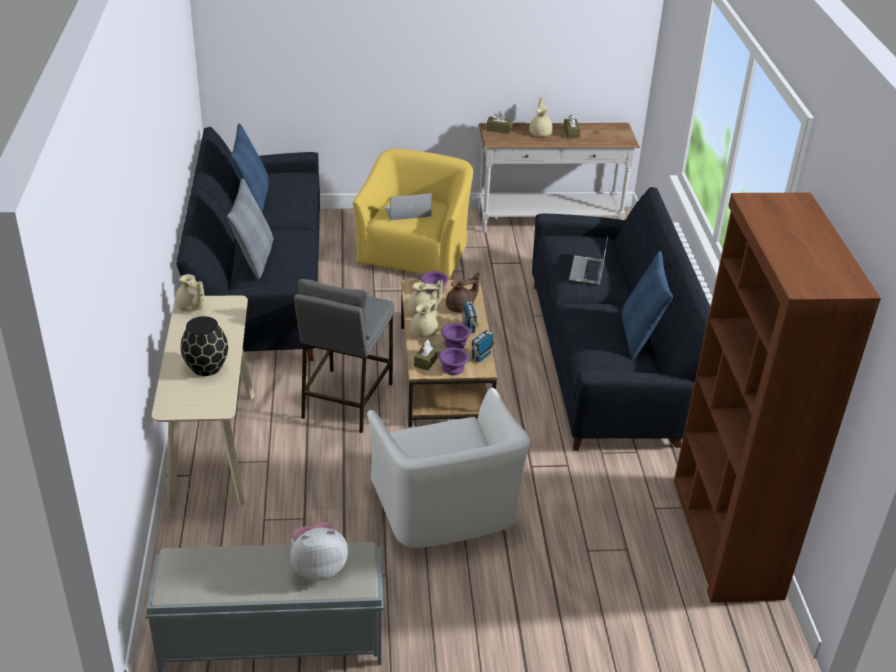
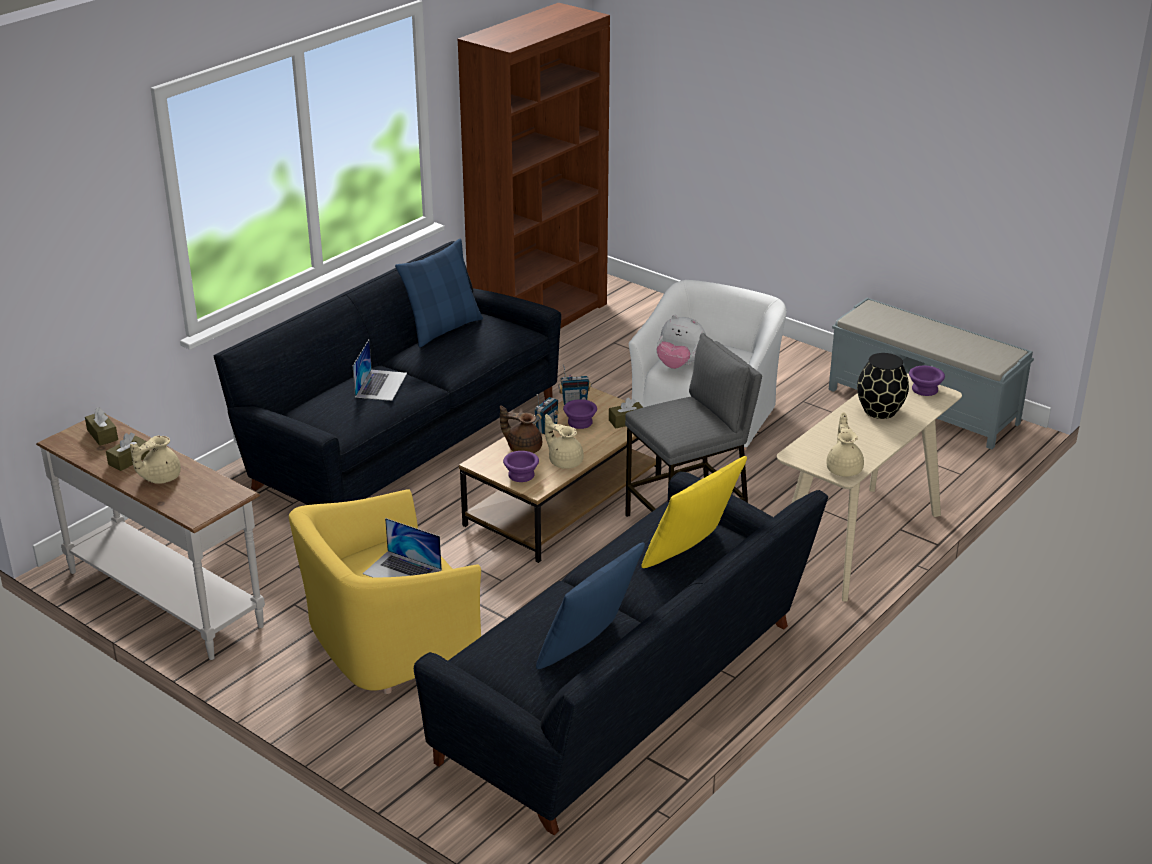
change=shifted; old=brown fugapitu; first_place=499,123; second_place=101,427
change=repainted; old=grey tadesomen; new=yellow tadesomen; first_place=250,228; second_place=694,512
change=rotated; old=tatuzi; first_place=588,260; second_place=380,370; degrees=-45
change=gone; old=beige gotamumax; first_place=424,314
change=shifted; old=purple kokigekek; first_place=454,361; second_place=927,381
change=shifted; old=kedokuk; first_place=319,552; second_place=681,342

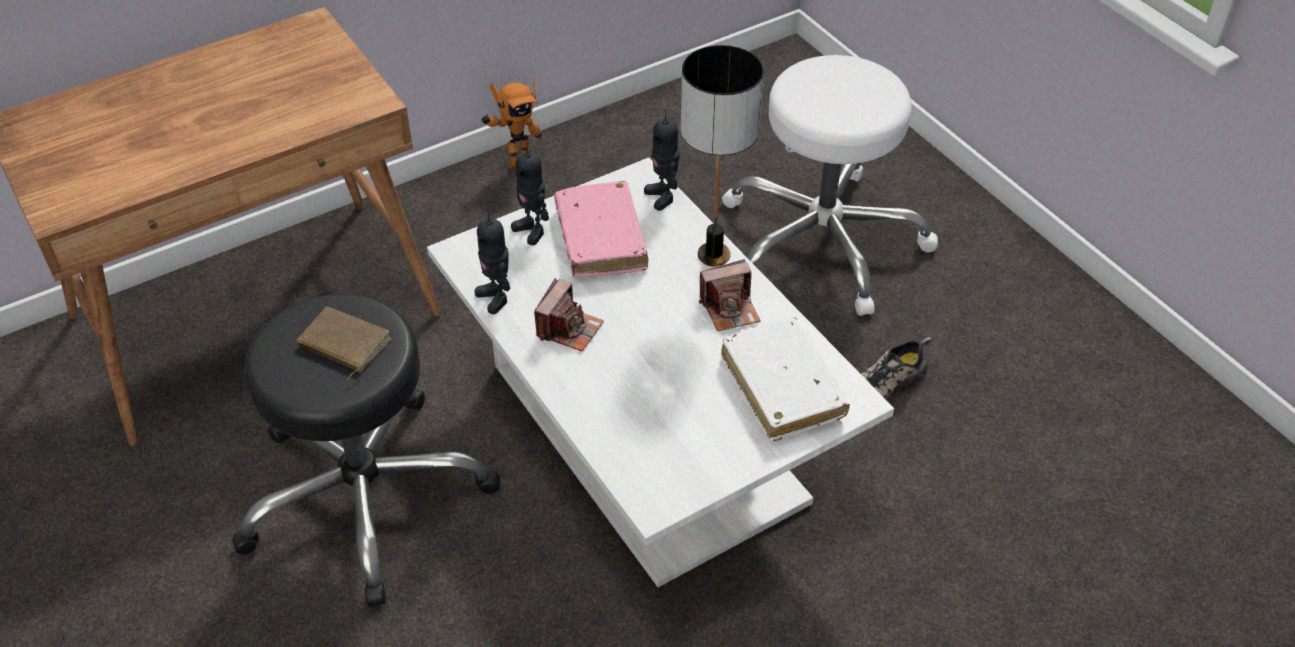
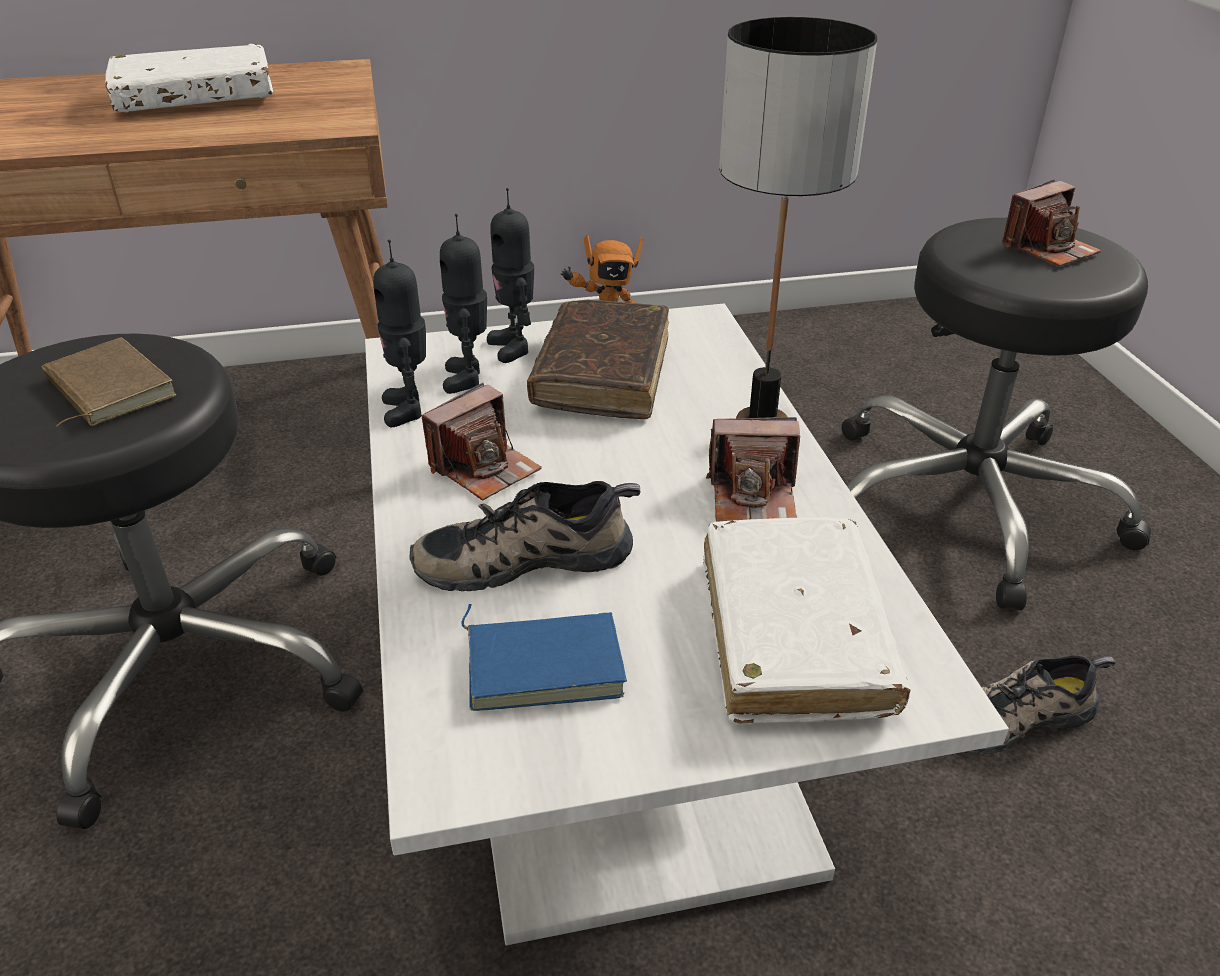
change=repainted; old=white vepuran; new=black vepuran; first_place=830,185; second_place=996,414
change=shifted; old=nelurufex; first_place=662,160; second_place=463,304
change=repainted; old=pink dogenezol; new=brown dogenezol; first_place=601,229; second_place=598,359
change=new; new=white dogenezol; second_place=189,78
change=new; new=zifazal; second_place=1051,222
change=new; new=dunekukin; second_place=524,536
change=new; new=blue dogenezol; second_place=544,657

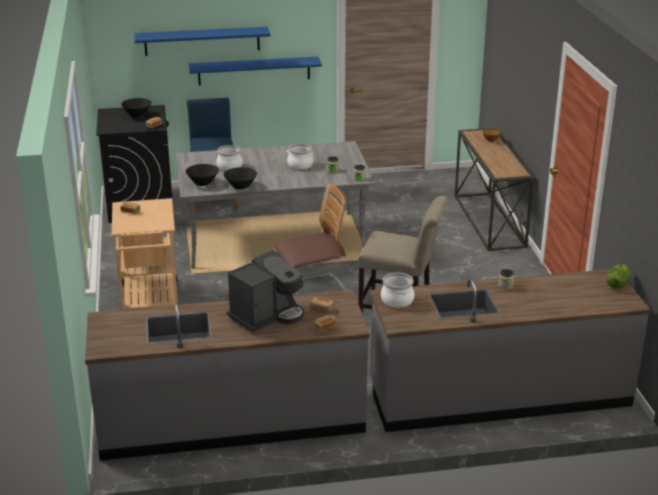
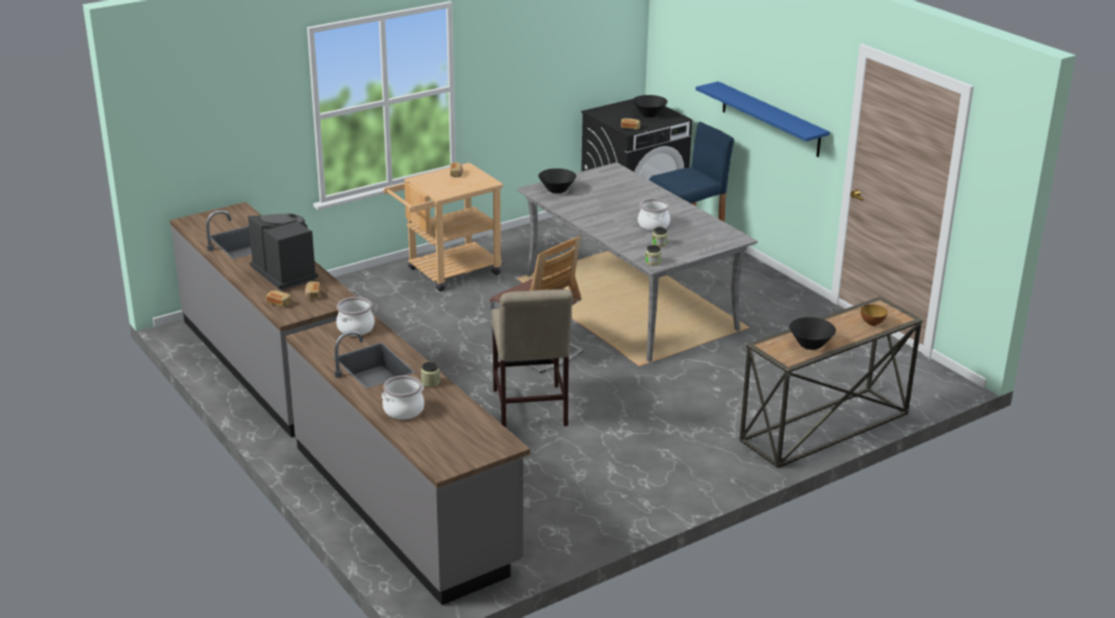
change=gone; old=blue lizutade; first_place=202,41
change=shifted; old=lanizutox; first_place=229,158; second_place=403,398
change=shifted; old=black kokigekek; first_place=240,178; second_place=812,333
change=rotated; old=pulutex; first_place=265,291; second_place=283,252; degrees=-150
change=gone; old=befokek; first_place=618,276

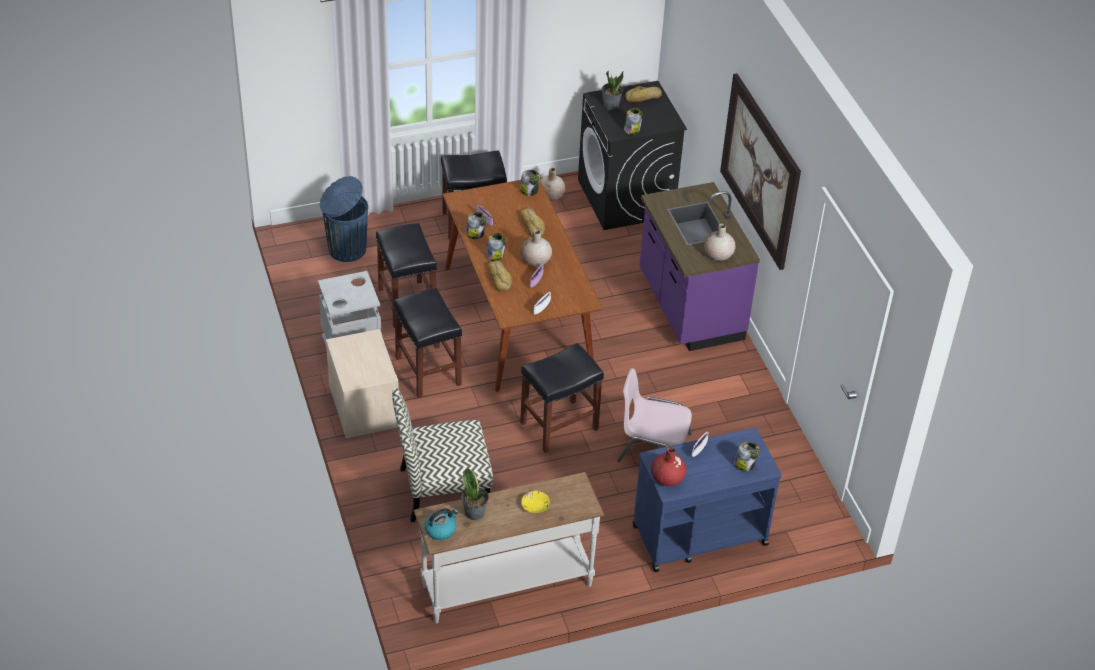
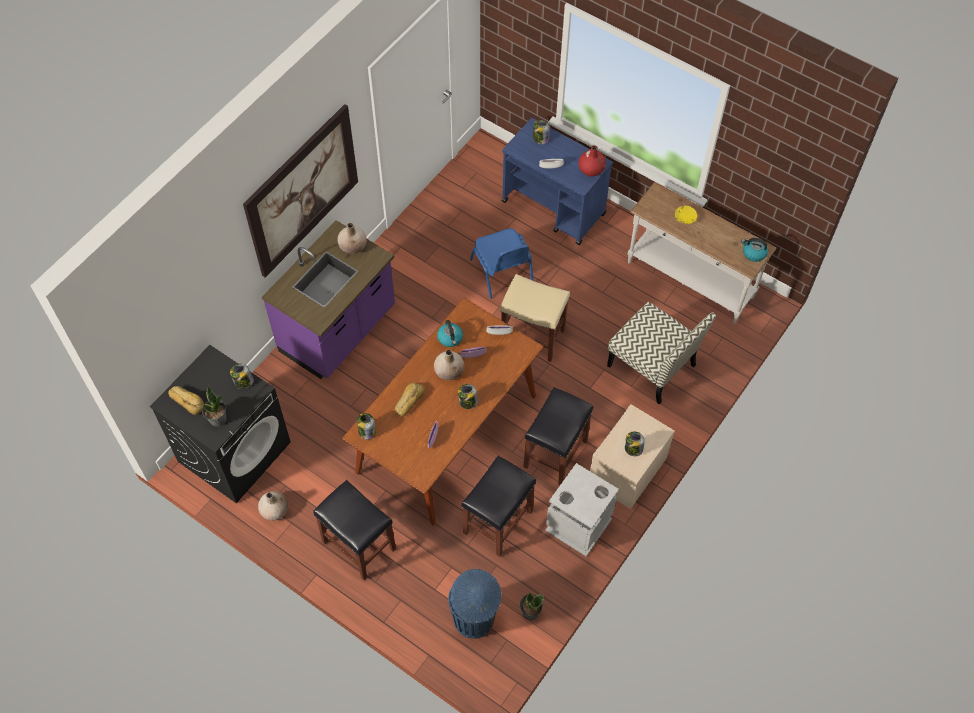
change=shifted; old=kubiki; first_place=476,225; second_place=635,443
change=gone; old=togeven; first_place=500,276
change=repainted; old=black vepuran; new=beige vepuran; first_place=562,398; second_place=535,318
change=repainted; old=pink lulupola; new=blue lulupola; first_place=654,415; second_place=501,263
change=shifted; old=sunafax; first_place=475,494; second_place=532,606
change=new; new=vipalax; second_place=450,333

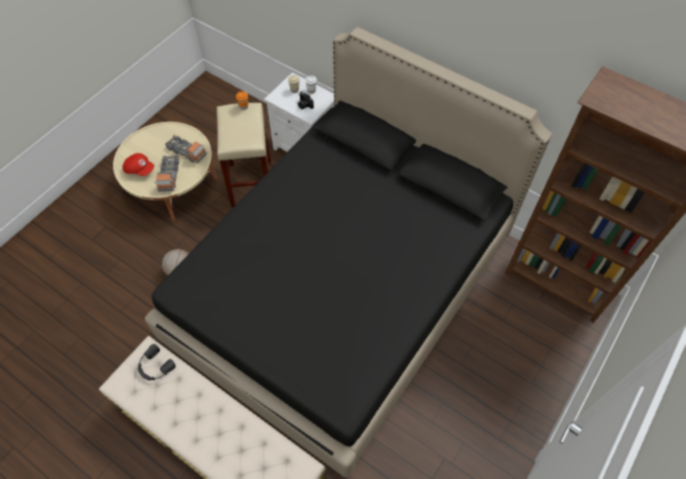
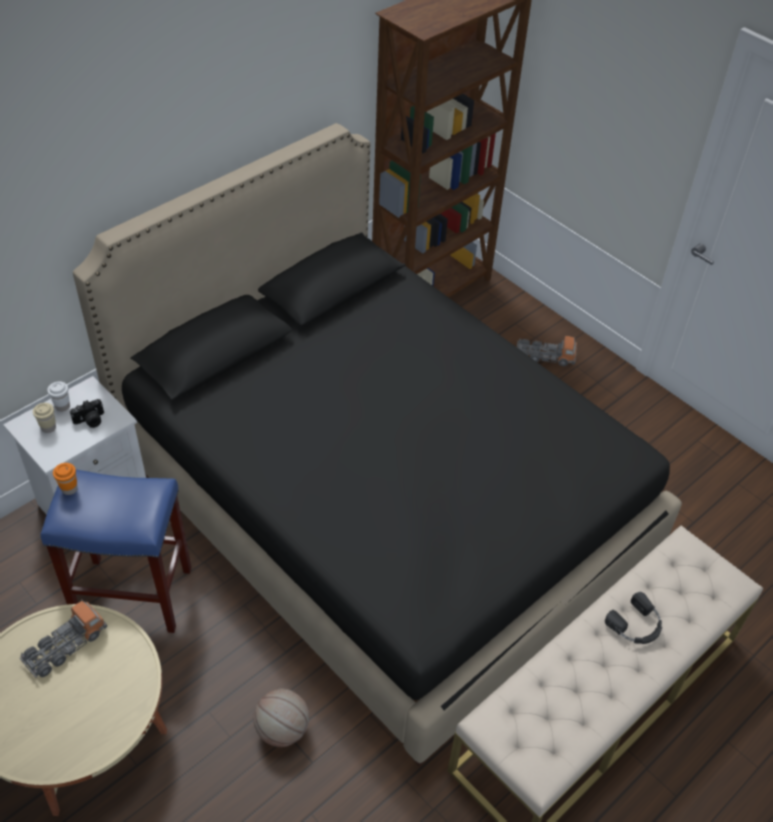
change=repainted; old=beige vepuran; new=blue vepuran; first_place=244,155; second_place=115,551
change=gone; old=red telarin; first_place=138,164
change=shifted; old=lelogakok; first_place=167,173; second_place=547,351
change=shifted; old=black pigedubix; first_place=157,362; second_place=633,618

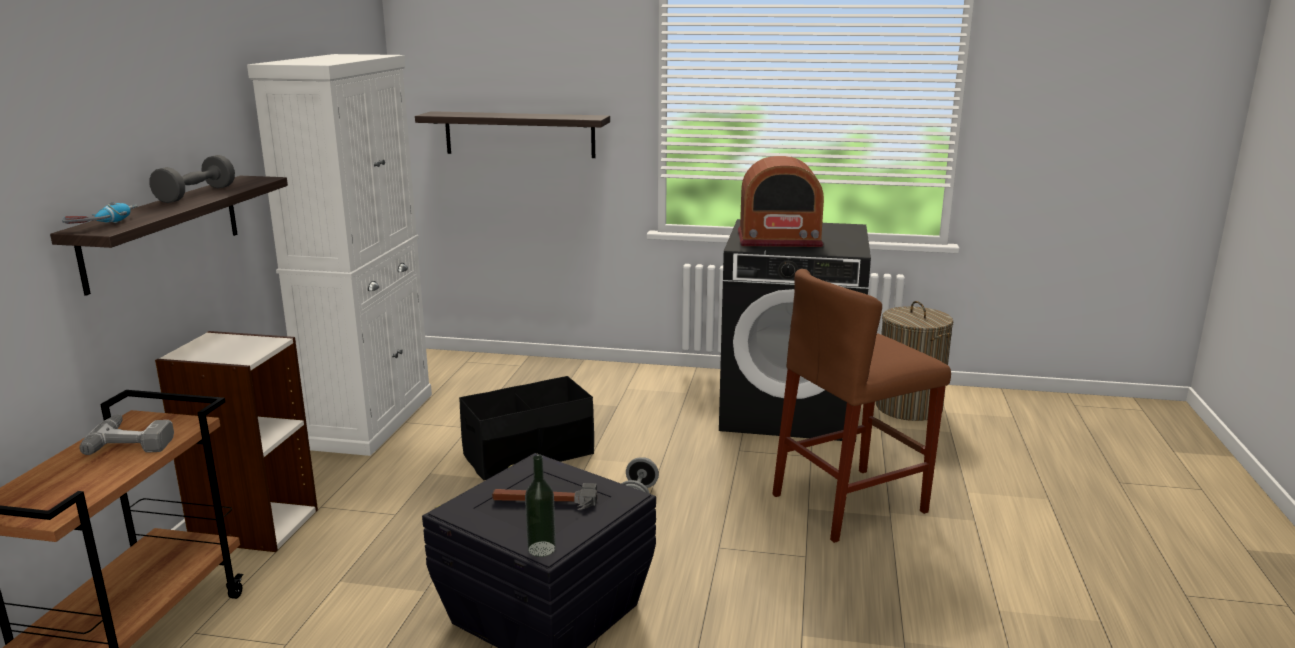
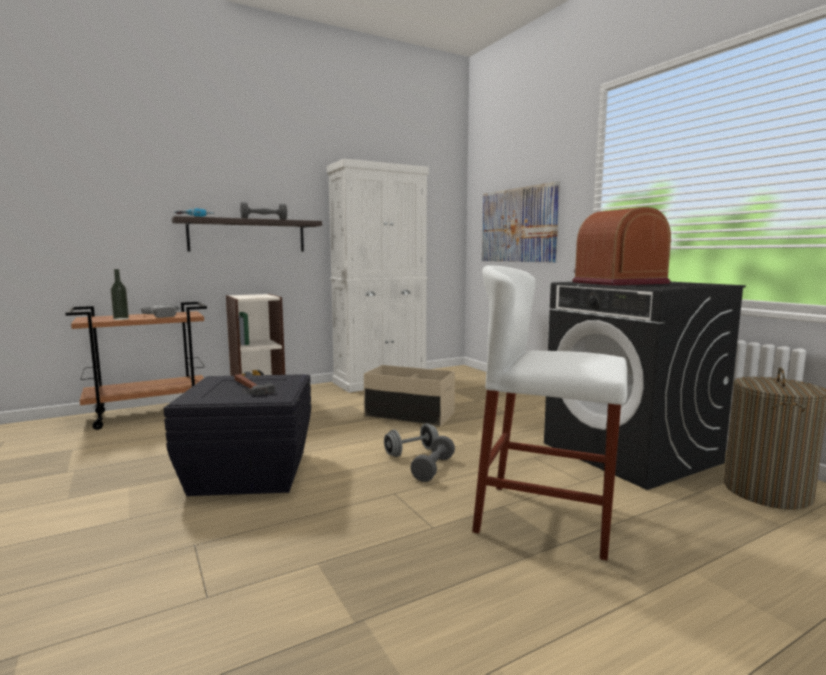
change=swapped; old=lizutade; new=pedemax; first_place=512,134; second_place=521,221
change=rotated; old=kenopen; first_place=781,201; second_place=621,246; degrees=105
change=repainted; old=brown vepuran; new=white vepuran; first_place=861,406; second_place=549,413
change=repainted; old=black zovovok; new=beige zovovok; first_place=526,428; second_place=409,395
change=shifted; old=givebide; first_place=540,506; second_place=120,294
change=new; new=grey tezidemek; second_place=432,459

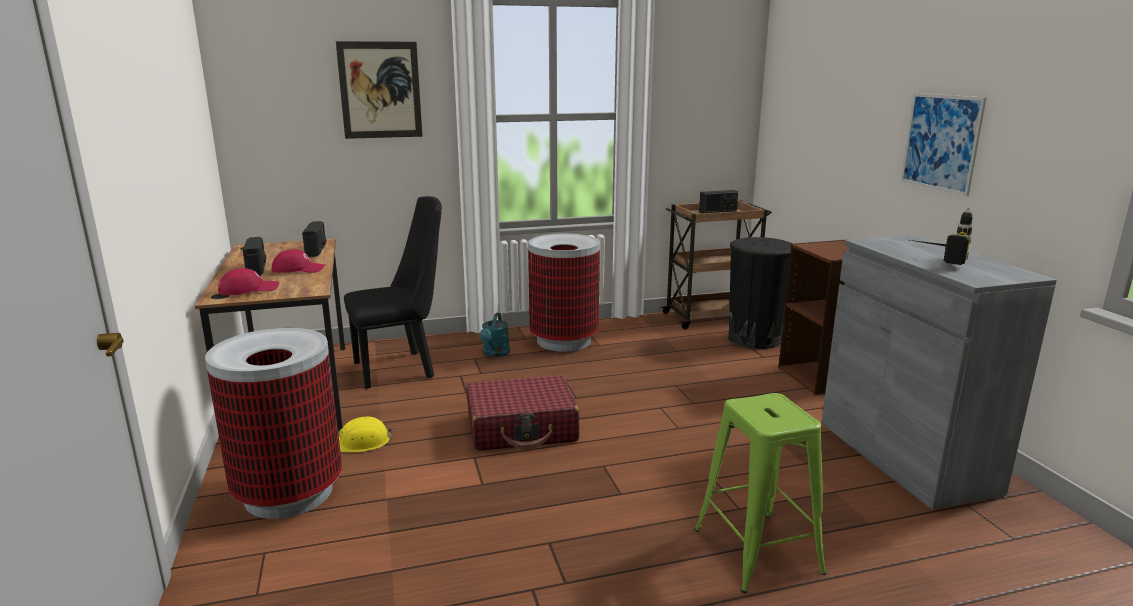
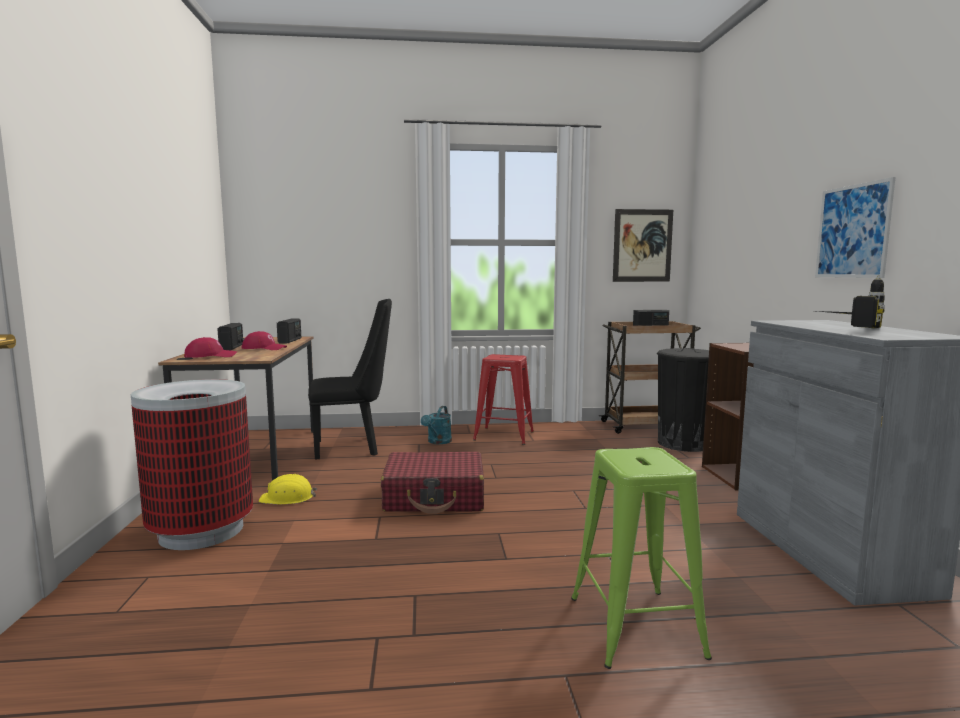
change=shifted; old=pedemax; first_place=379,90; second_place=643,245
change=swapped; old=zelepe; new=red vepuran; first_place=564,293; second_place=503,399

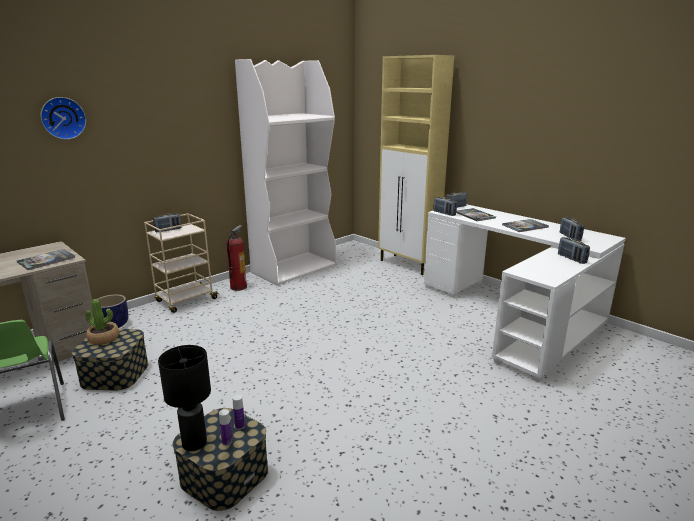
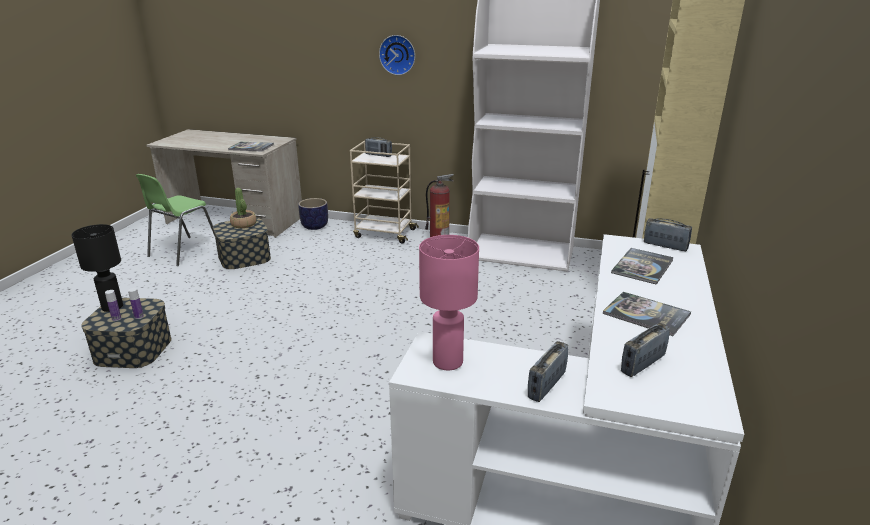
change=shifted; old=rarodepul; first_place=63,118; second_place=397,55
change=gone; old=kenopen; first_place=445,206
change=new; new=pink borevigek; second_place=449,302

